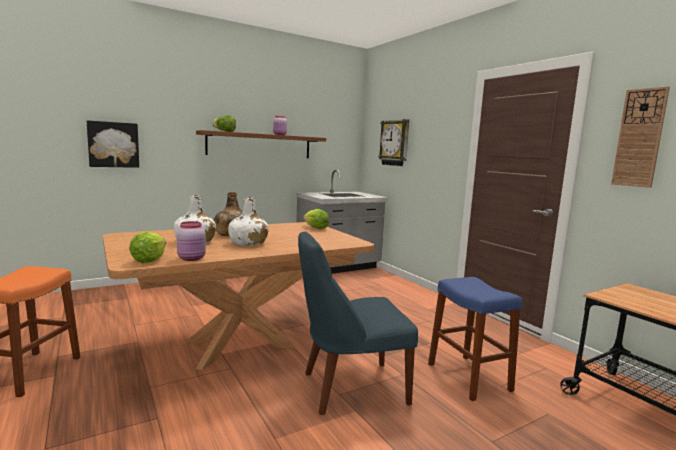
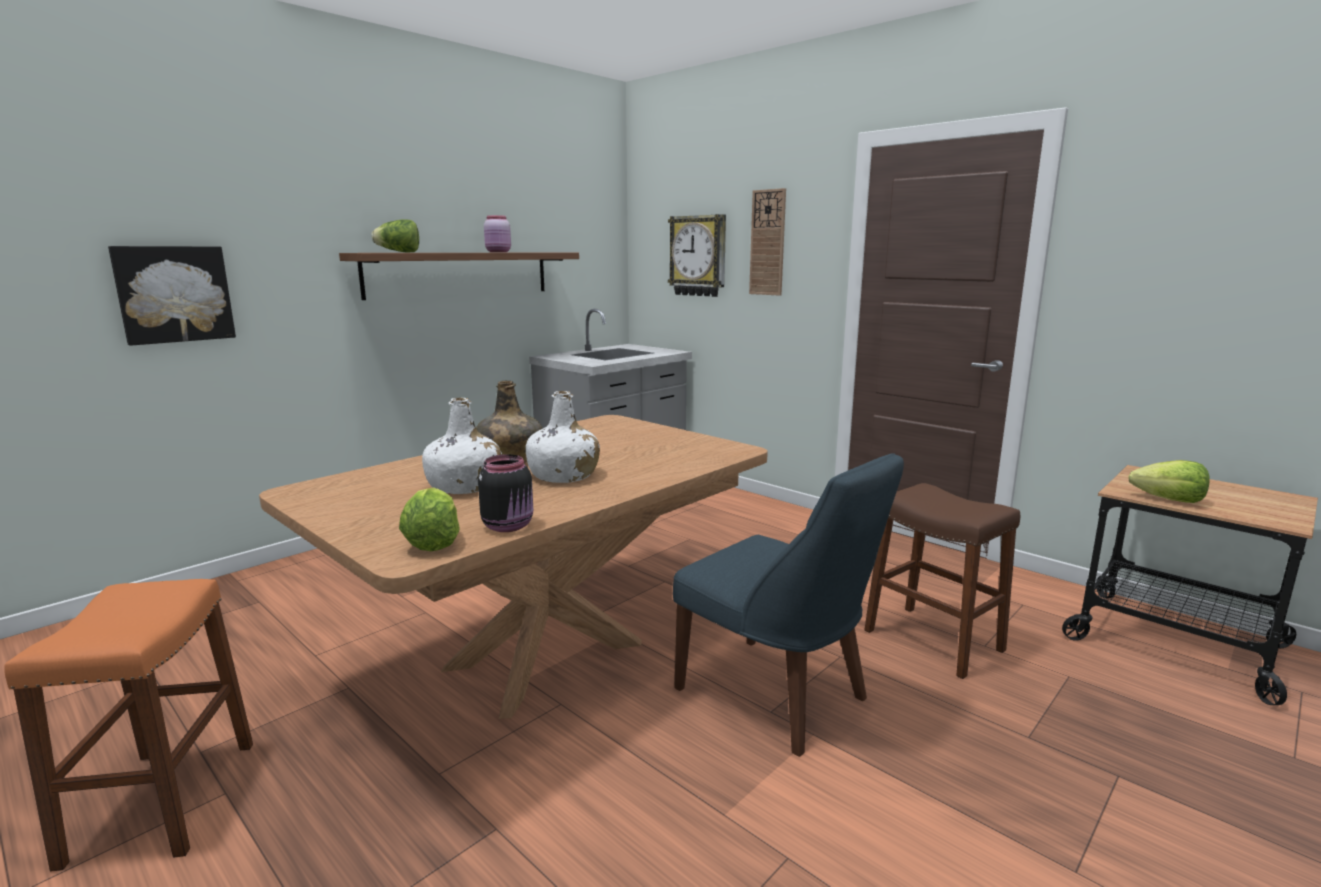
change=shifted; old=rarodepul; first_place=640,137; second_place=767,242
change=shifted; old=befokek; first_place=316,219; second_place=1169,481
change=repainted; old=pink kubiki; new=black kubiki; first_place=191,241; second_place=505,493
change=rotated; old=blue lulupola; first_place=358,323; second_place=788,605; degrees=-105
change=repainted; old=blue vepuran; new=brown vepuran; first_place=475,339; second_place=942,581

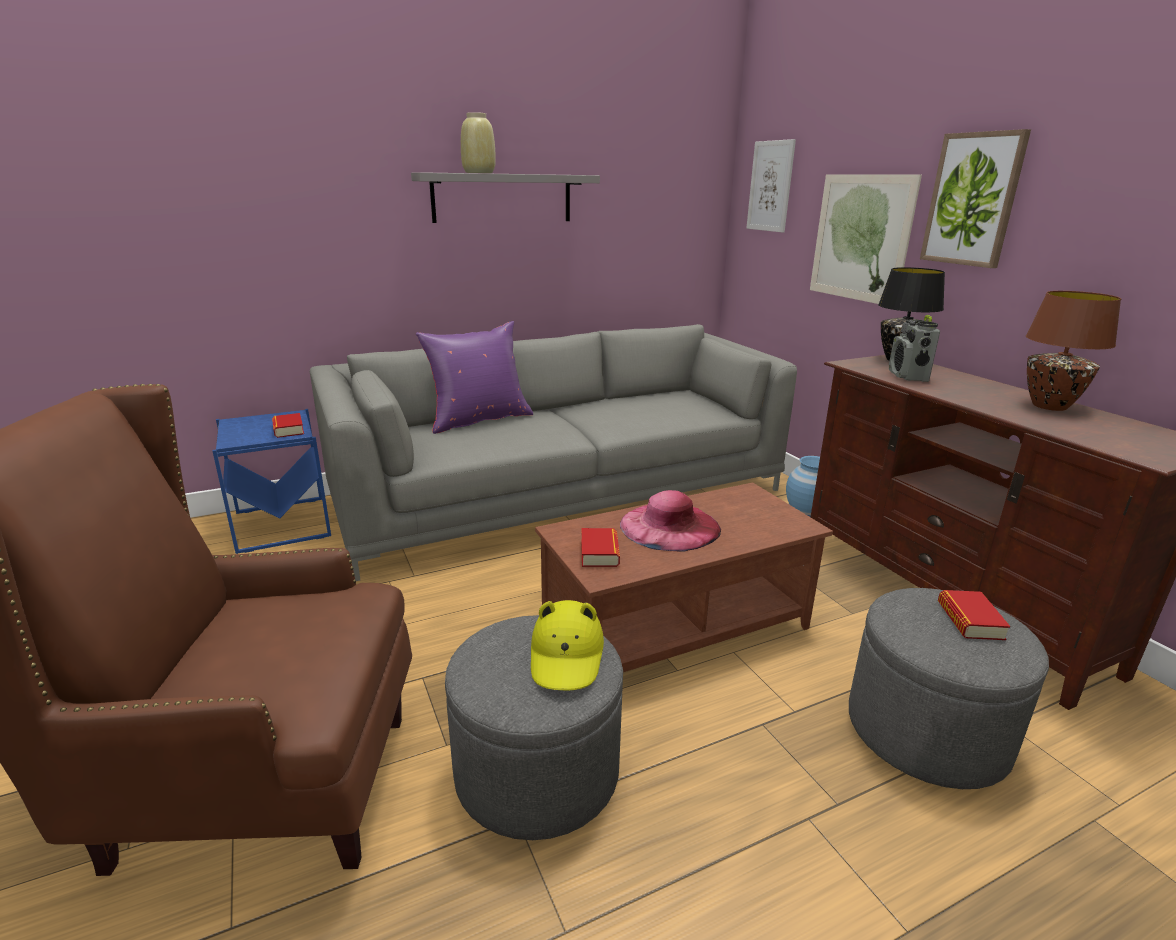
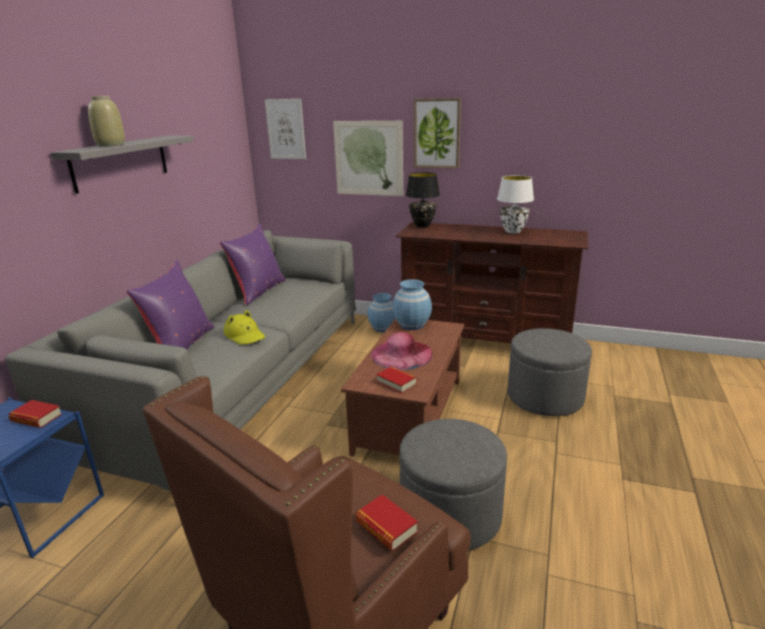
change=repainted; old=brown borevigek; new=white borevigek; first_place=1073,351; second_place=515,204
change=gone; old=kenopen; first_place=914,348
change=shifted; old=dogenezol; first_place=974,615; second_place=387,522
change=shifted; old=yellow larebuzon; first_place=567,645; second_place=244,327
change=new; new=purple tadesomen; second_place=253,264
change=new; new=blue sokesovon; second_place=412,304

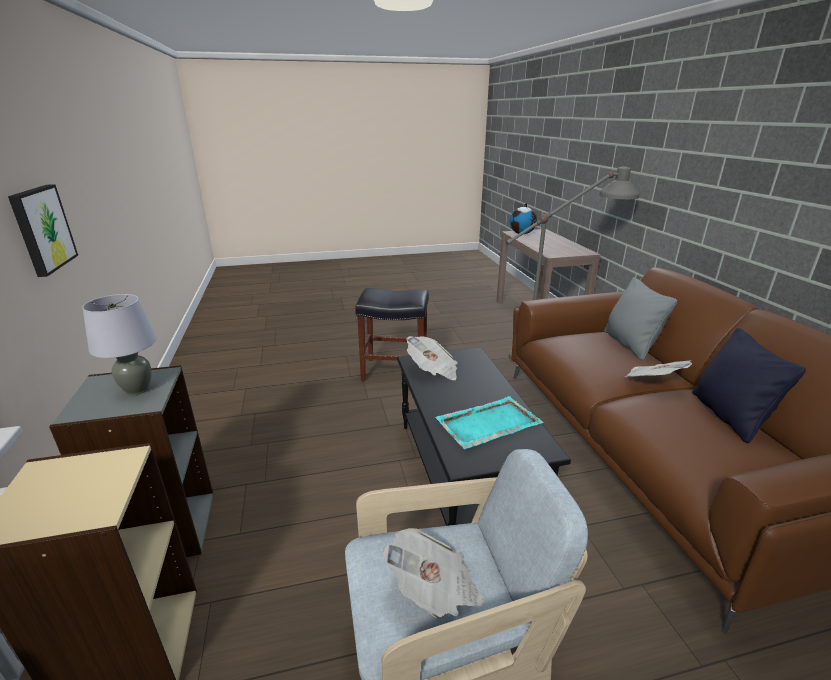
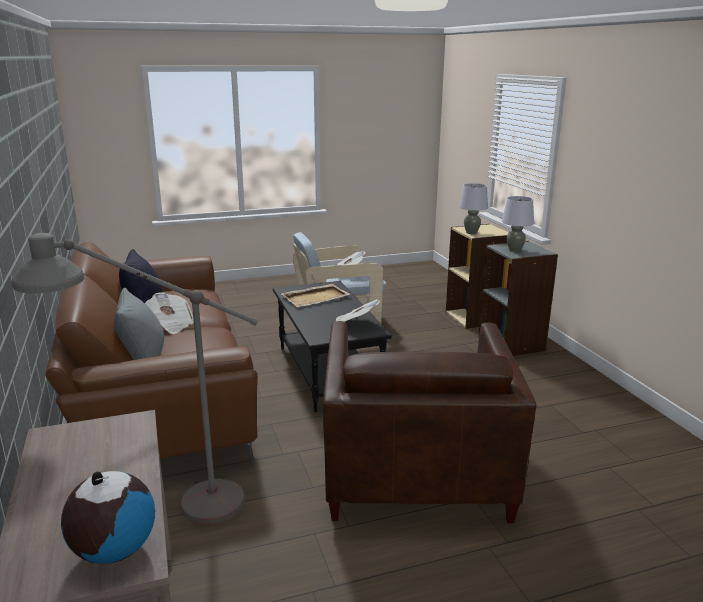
change=gone; old=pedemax; first_place=43,230
change=swapped; old=black vepuran; new=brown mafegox; first_place=392,334; second_place=429,422
change=repainted; old=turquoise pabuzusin; new=beige pabuzusin; first_place=489,422; second_place=316,295
change=new; new=grey borevigek; second_place=473,208

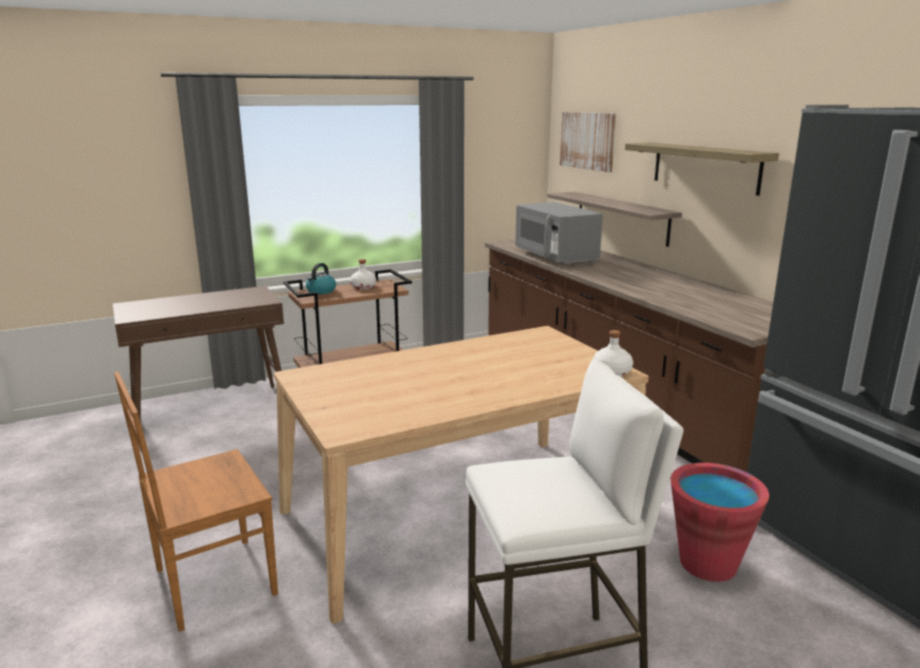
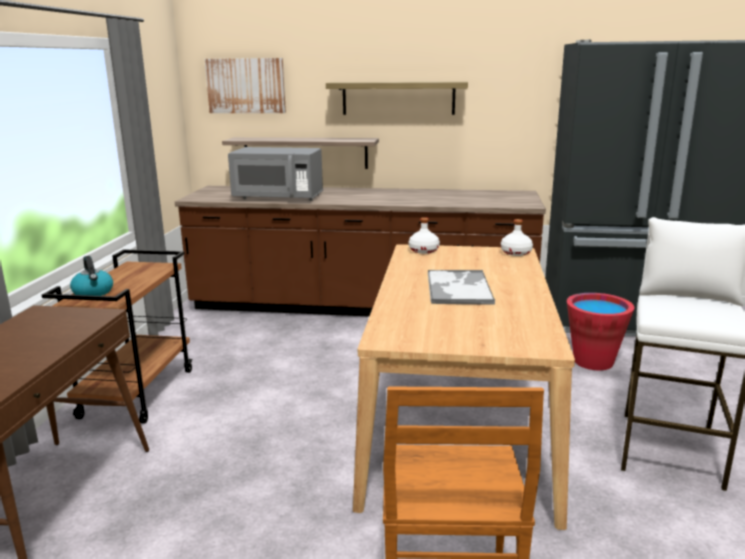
change=shifted; old=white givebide; first_place=363,274; second_place=424,235
change=new; new=pabuzusin; second_place=461,287

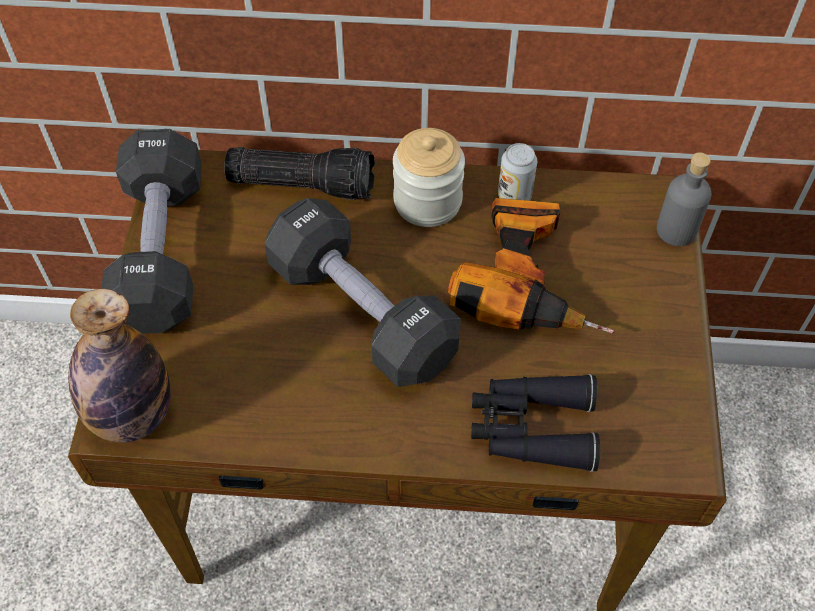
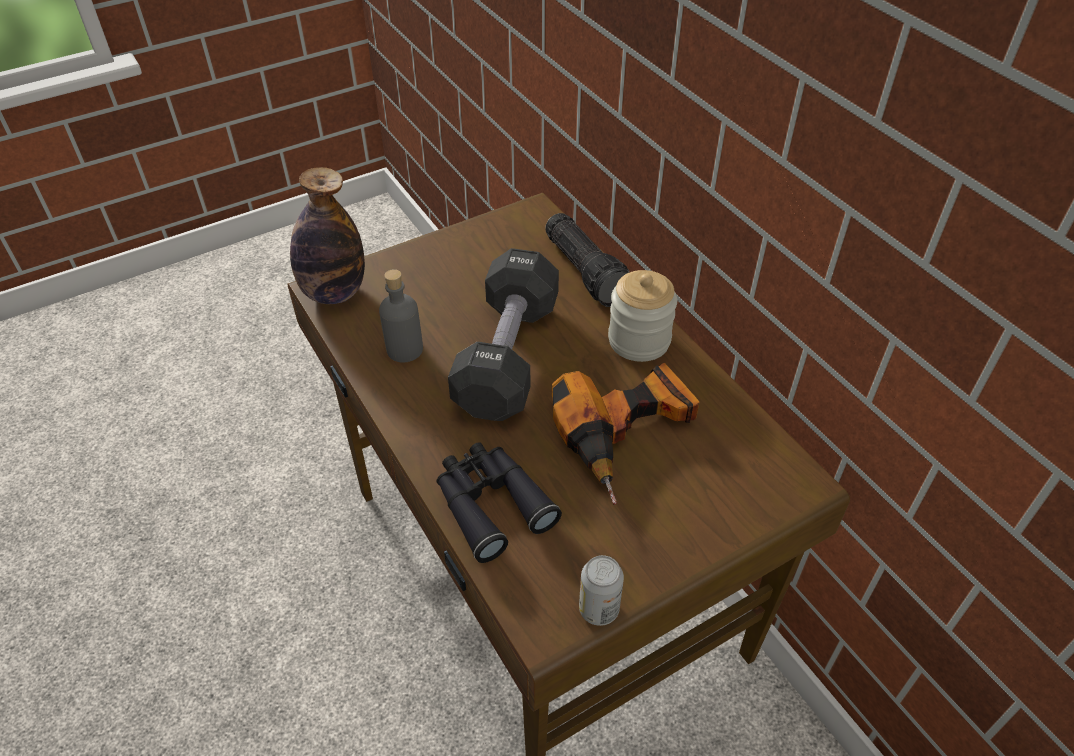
change=gone; old=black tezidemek; first_place=151,231
change=shifted; old=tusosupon; first_place=517,172; second_place=601,590
change=shifted; old=grey givebide; first_place=684,199; second_place=401,315

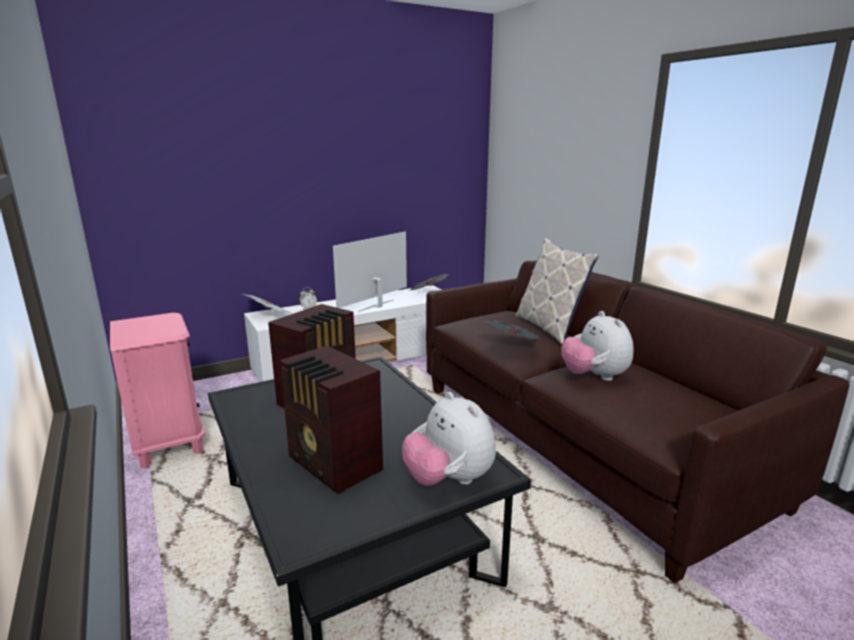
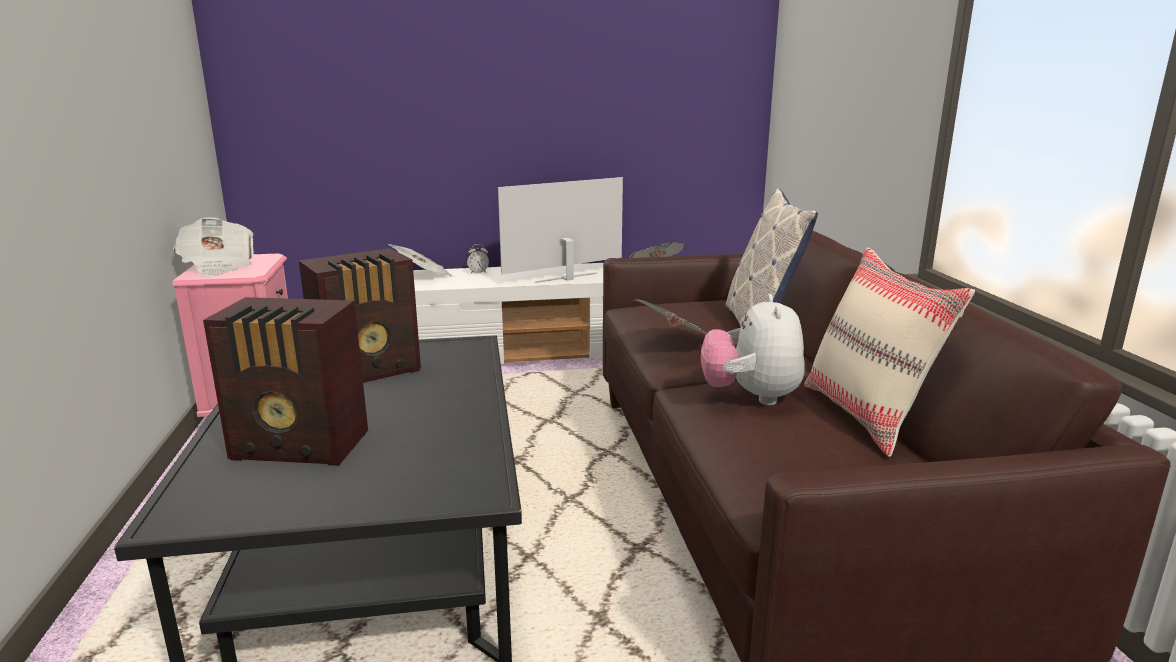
change=rotated; old=kenopen; first_place=331,420; second_place=285,381; degrees=-60
change=gone; old=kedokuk; first_place=449,439
change=new; new=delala; second_place=213,247
change=new; new=beige tadesomen; second_place=889,352

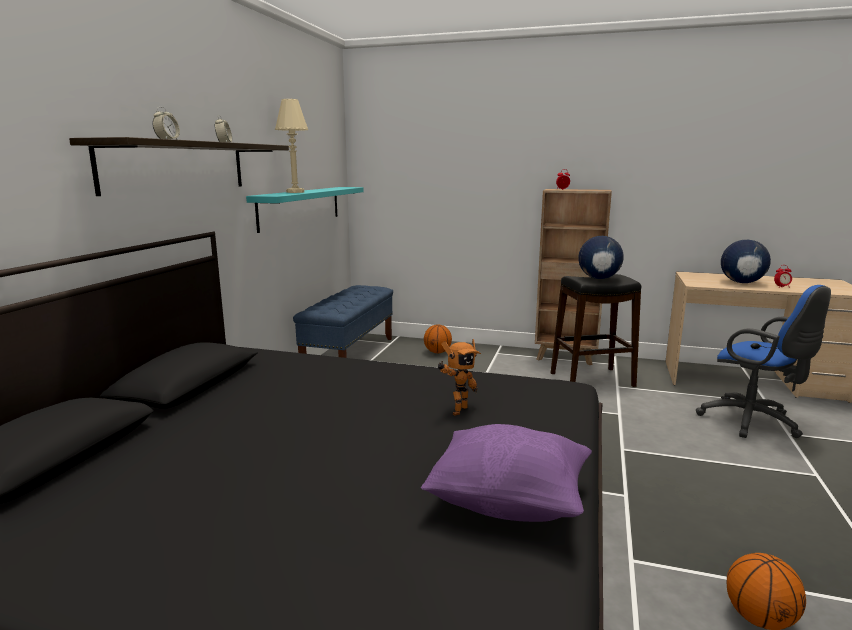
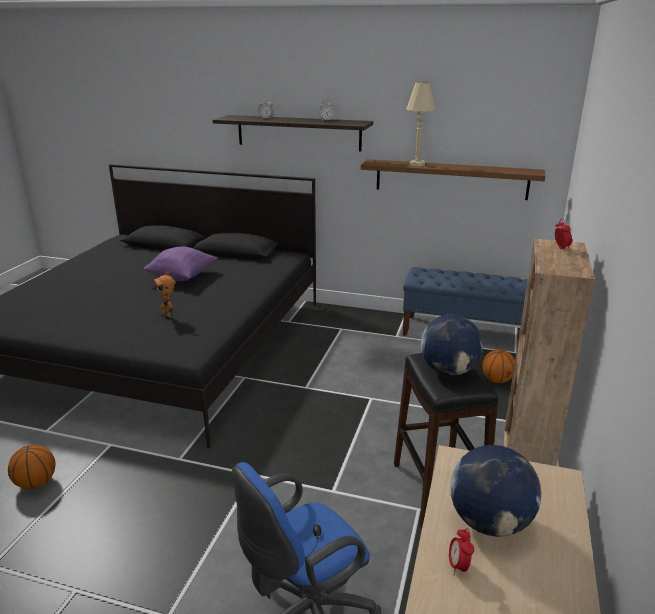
change=repainted; old=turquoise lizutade; new=brown lizutade; first_place=305,210; second_place=453,179
change=shifted; old=purple tadesomen; first_place=506,473; second_place=180,264

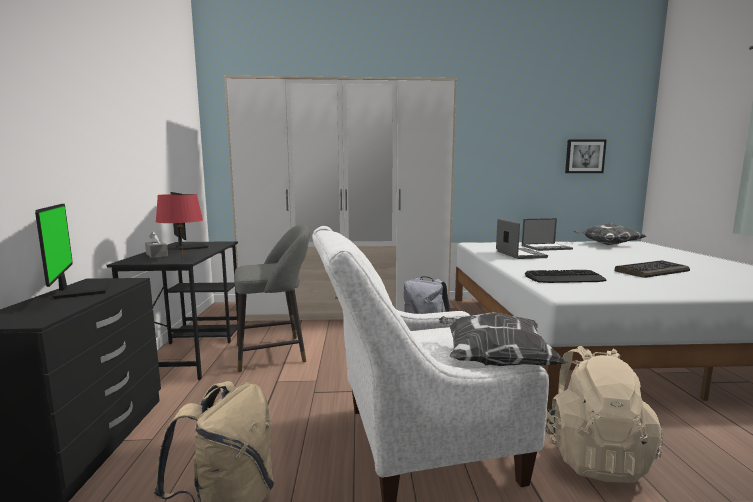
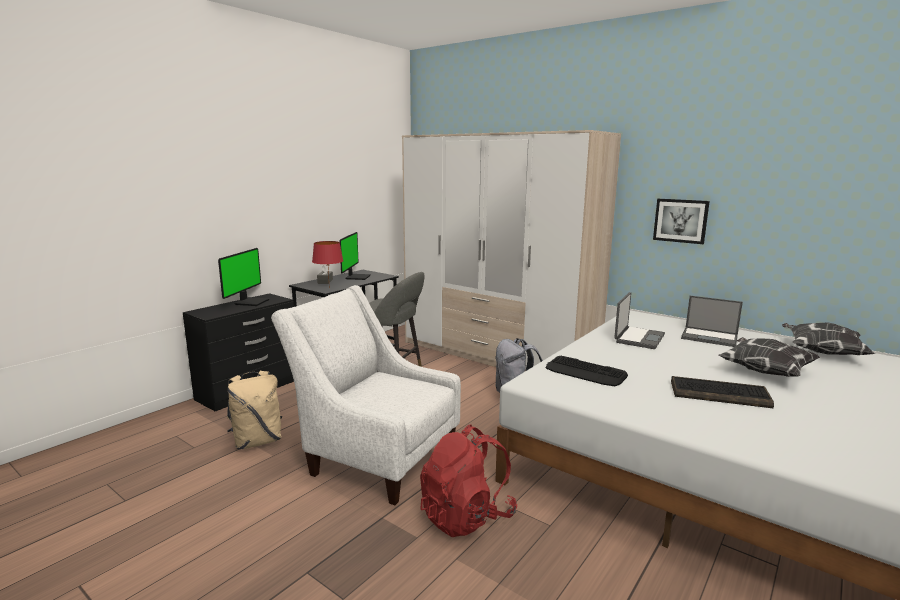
change=shifted; old=pedemax; first_place=586,156; second_place=681,221
change=shifted; old=tadesomen; first_place=503,339; second_place=769,357
change=repainted; old=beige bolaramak; new=red bolaramak; first_place=605,414; second_place=468,480

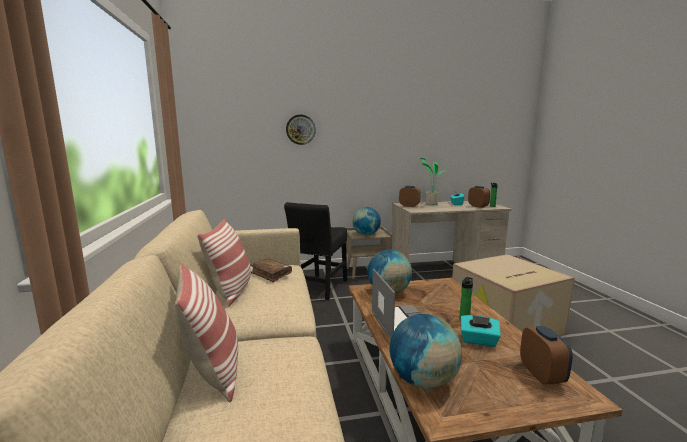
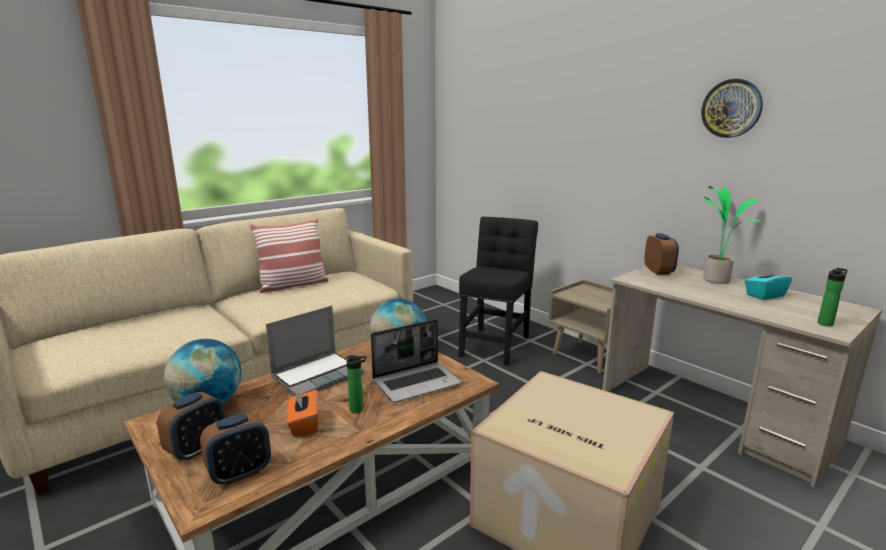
change=shifted; old=rarodepul; first_place=301,130; second_place=732,108
change=shifted; old=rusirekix; first_place=479,197; second_place=191,426
change=rotated; old=black lulupola; first_place=315,251; second_place=498,291; degrees=120
change=gone; old=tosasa; first_place=366,221
change=gone; old=brown dogenezol; first_place=271,270
change=gone; old=tadesomen; first_place=206,332
change=repainted; old=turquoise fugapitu; new=orange fugapitu; first_place=481,331; second_place=302,412
change=new; new=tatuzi; second_place=416,360

